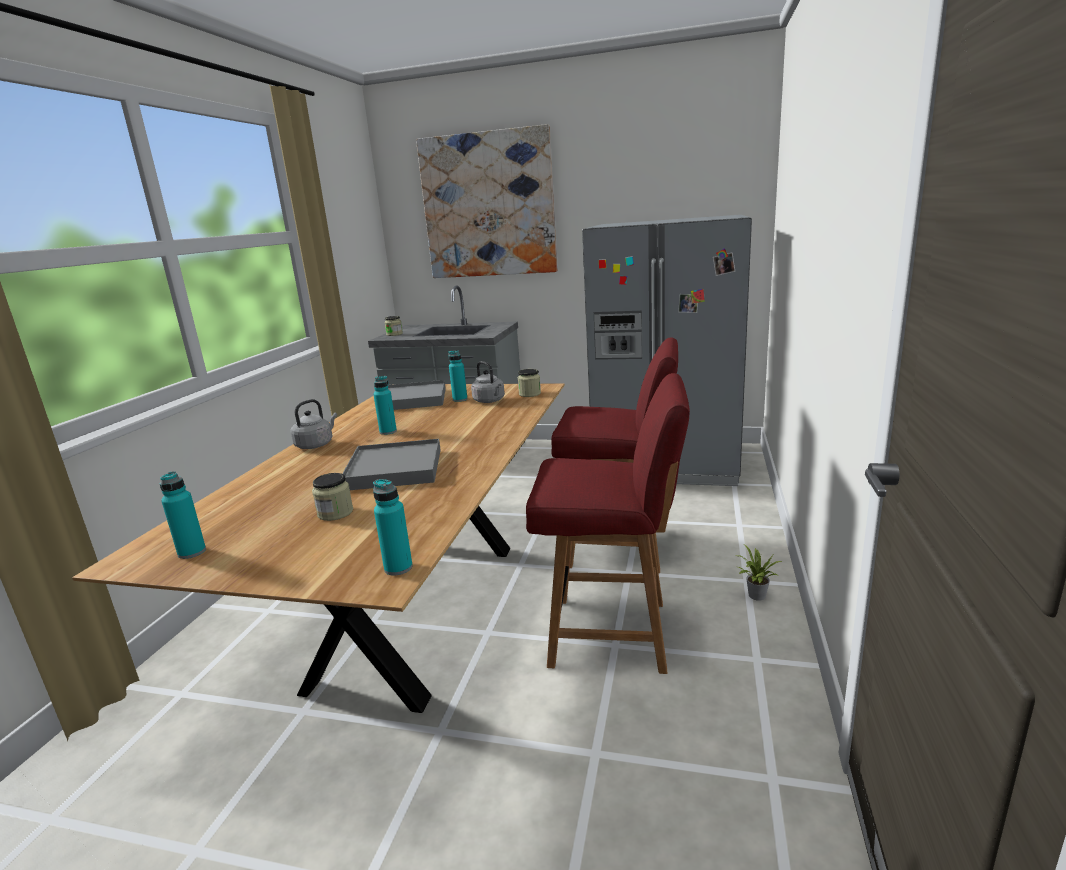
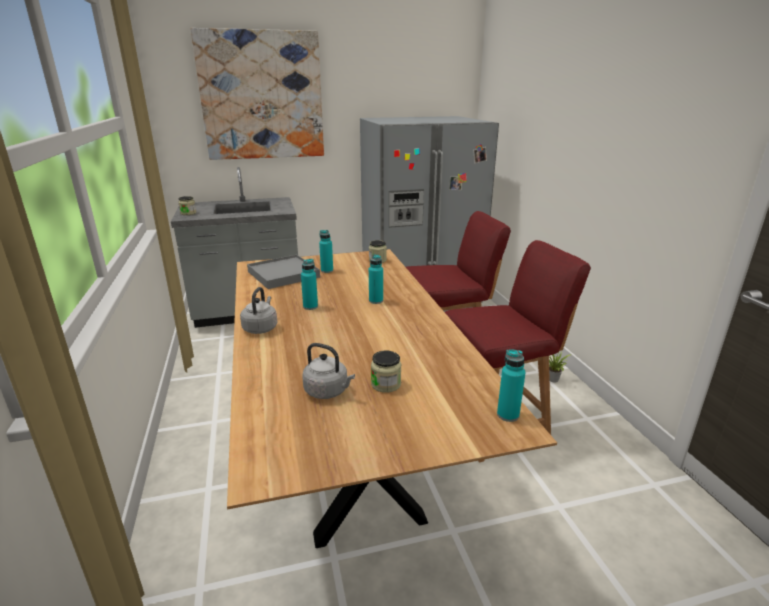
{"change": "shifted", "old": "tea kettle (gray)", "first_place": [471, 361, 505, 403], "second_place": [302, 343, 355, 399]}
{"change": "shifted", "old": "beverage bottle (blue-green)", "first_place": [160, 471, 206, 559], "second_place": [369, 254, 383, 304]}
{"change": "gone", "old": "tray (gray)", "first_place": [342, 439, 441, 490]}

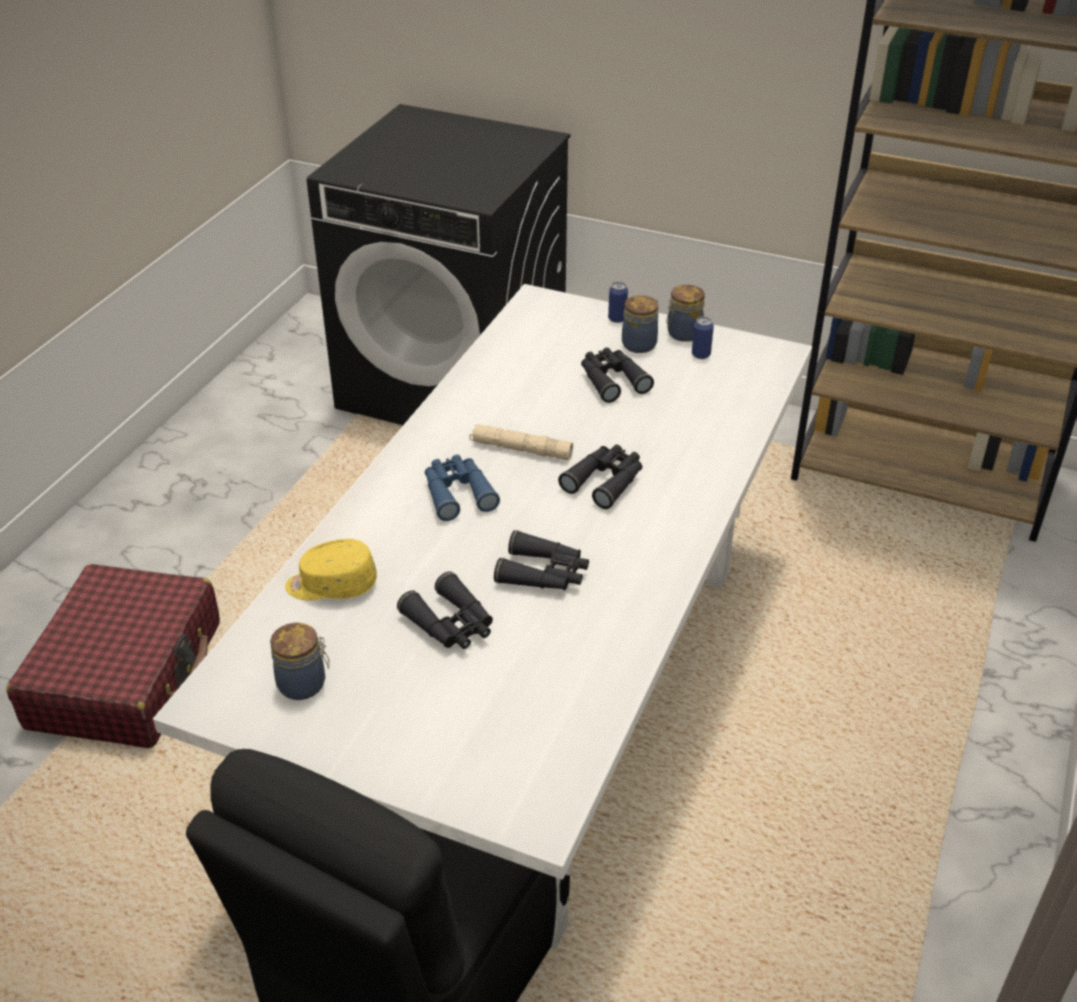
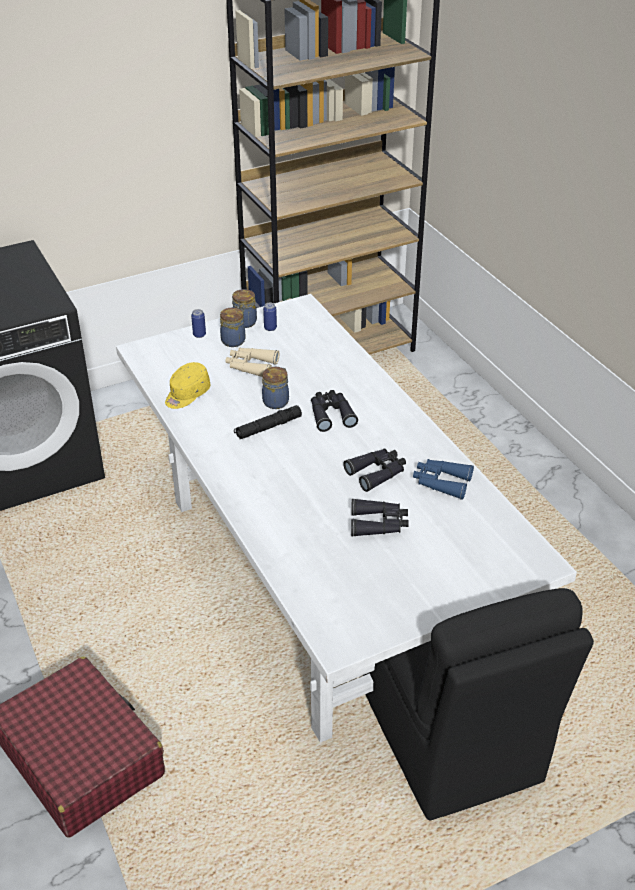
{"change": "shifted", "old": "cap (yellow-coloured)", "first_place": [285, 539, 377, 601], "second_place": [165, 362, 210, 409]}
{"change": "repainted", "old": "pair of binoculars (black-coloured)", "new": "pair of binoculars (sand-coloured)", "first_place": [581, 347, 654, 403], "second_place": [225, 347, 279, 377]}
{"change": "repainted", "old": "hand torch (sand-coloured)", "new": "hand torch (black-coloured)", "first_place": [469, 424, 573, 460], "second_place": [234, 405, 302, 439]}
{"change": "shifted", "old": "storage jar", "first_place": [270, 623, 330, 700], "second_place": [262, 367, 289, 409]}
{"change": "shifted", "old": "pair of binoculars (blue-coloured)", "first_place": [425, 455, 500, 521], "second_place": [413, 459, 474, 500]}

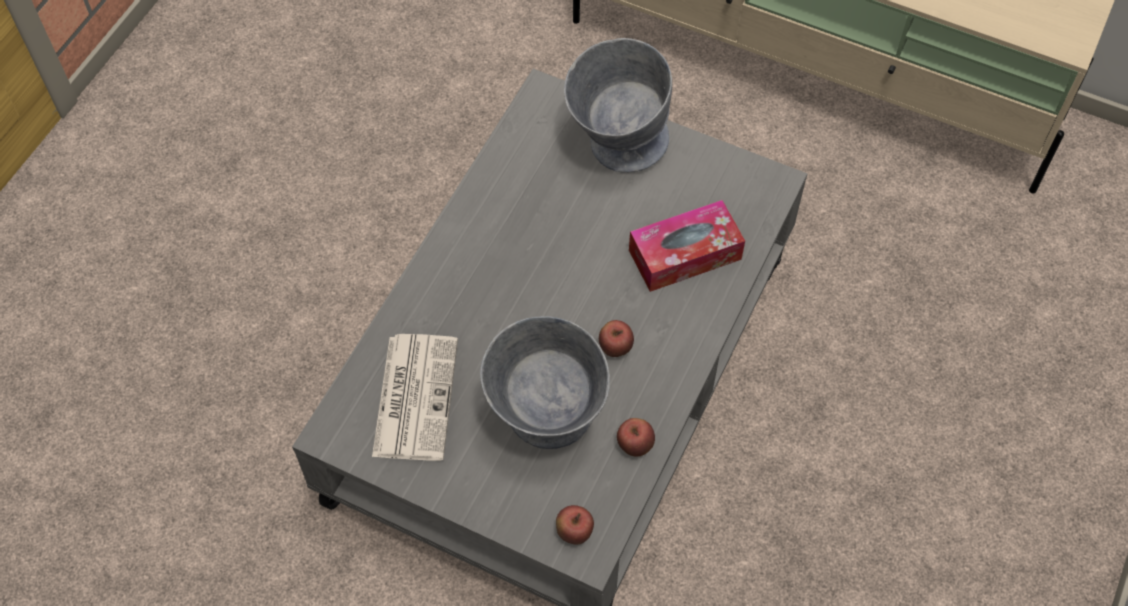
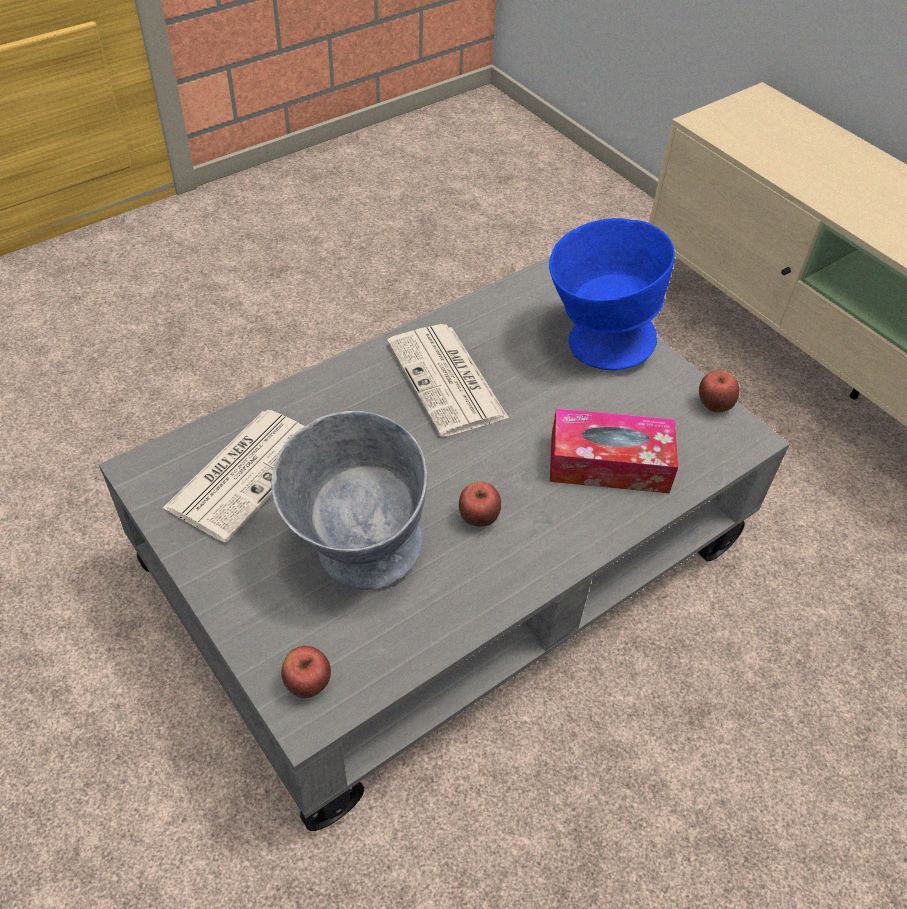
{"change": "new", "new": "printed paper", "second_place": [387, 324, 509, 437]}
{"change": "repainted", "old": "serving bowl (gray)", "new": "serving bowl (blue-coloured)", "first_place": [564, 38, 672, 173], "second_place": [549, 218, 675, 370]}
{"change": "shifted", "old": "apple fruit", "first_place": [617, 418, 655, 457], "second_place": [699, 370, 739, 413]}

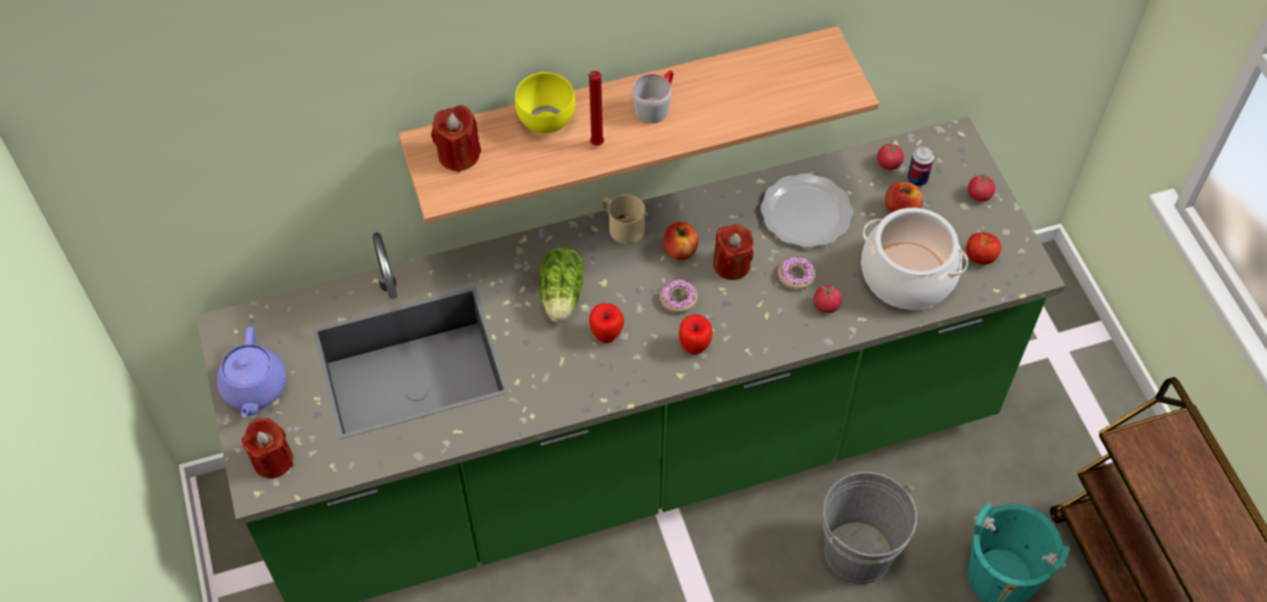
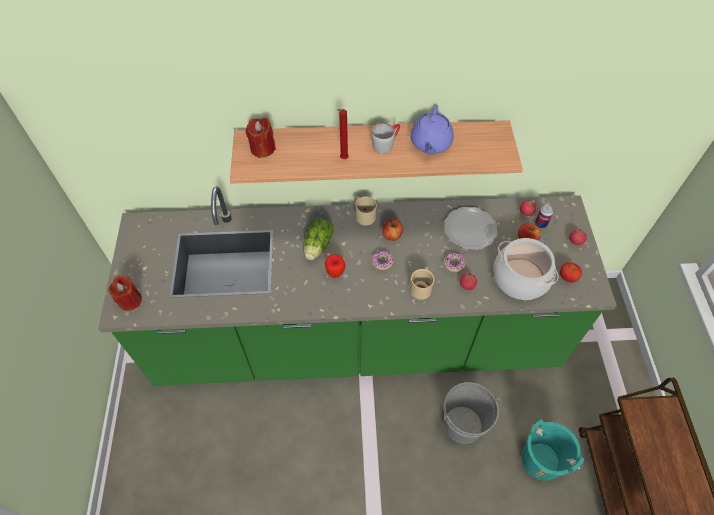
{"change": "new", "new": "coffee mug (sand-coloured)", "second_place": [410, 267, 434, 300]}
{"change": "shifted", "old": "tea pot (purple)", "first_place": [217, 327, 287, 417], "second_place": [411, 105, 454, 155]}
{"change": "gone", "old": "serving bowl (yellow-coloured)", "first_place": [515, 72, 575, 133]}
{"change": "gone", "old": "apple fruit", "first_place": [679, 314, 712, 355]}
{"change": "gone", "old": "wax light (red)", "first_place": [713, 224, 753, 280]}

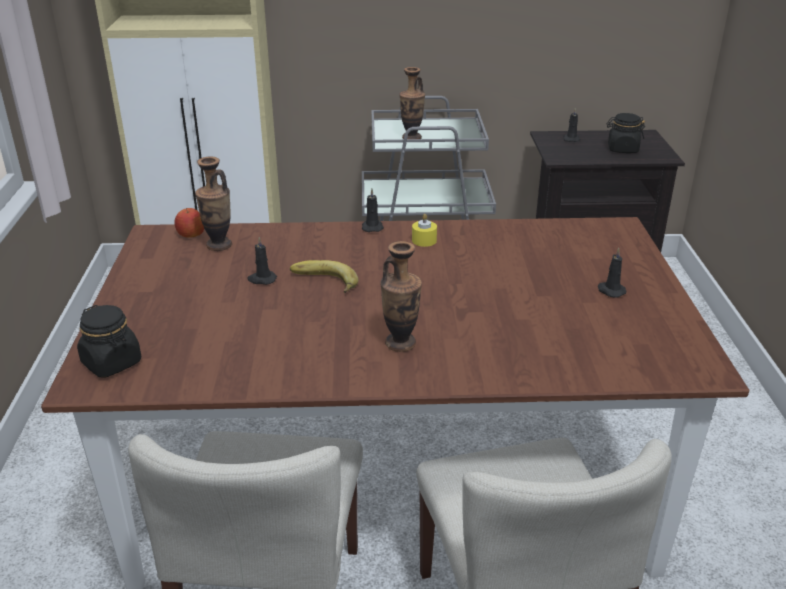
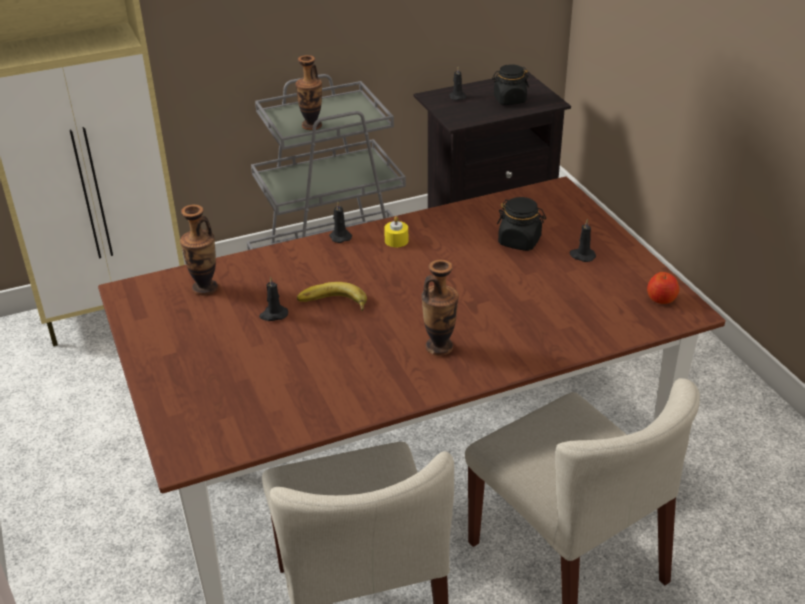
{"change": "shifted", "old": "storage jar (black-coloured)", "first_place": [77, 305, 141, 377], "second_place": [497, 197, 546, 251]}
{"change": "shifted", "old": "apple fruit", "first_place": [174, 208, 204, 238], "second_place": [647, 272, 679, 304]}

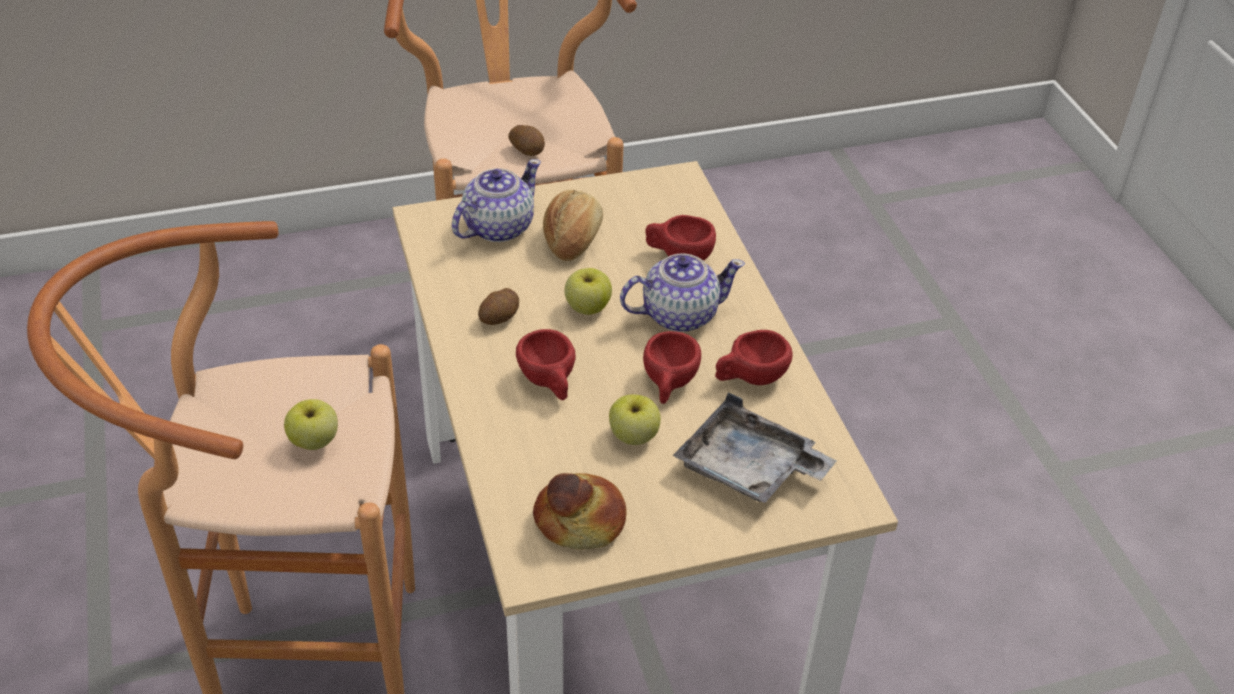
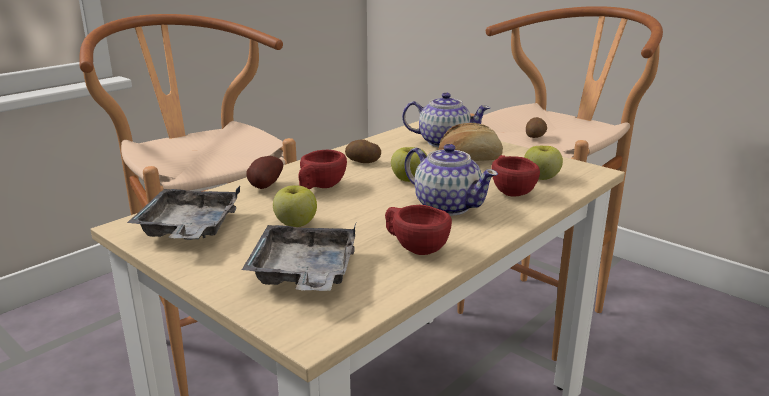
{"change": "swapped", "old": "bakery bread", "new": "tray (gray)", "first_place": [533, 473, 626, 550], "second_place": [127, 186, 240, 240]}
{"change": "new", "new": "spud", "second_place": [246, 156, 283, 189]}
{"change": "shifted", "old": "apple fruit", "first_place": [284, 399, 338, 450], "second_place": [524, 146, 563, 180]}
{"change": "gone", "old": "small cup (red)", "first_place": [643, 331, 701, 404]}

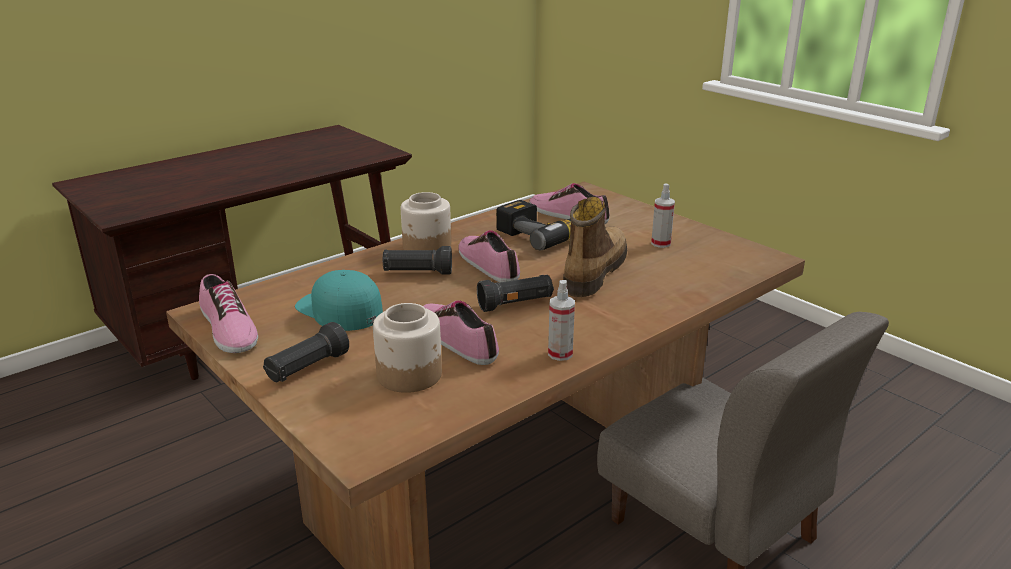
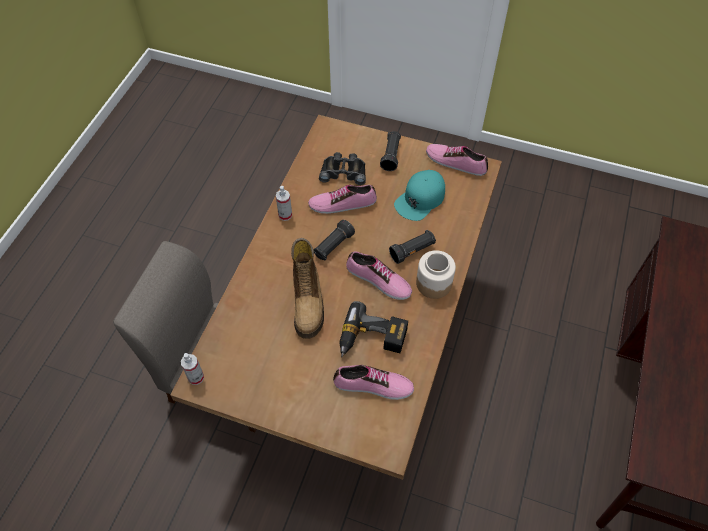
{"change": "shifted", "old": "spray bottle", "first_place": [651, 183, 675, 248], "second_place": [181, 353, 204, 385]}
{"change": "rotated", "old": "low shoe", "first_place": [423, 301, 499, 365], "second_place": [308, 185, 377, 214], "degrees": 150}
{"change": "swapped", "old": "storage jar", "new": "pair of binoculars (black-coloured)", "first_place": [373, 303, 442, 393], "second_place": [319, 152, 366, 185]}
{"change": "rotated", "old": "cap (blue-green)", "first_place": [295, 270, 383, 331], "second_place": [394, 170, 445, 221], "degrees": 120}

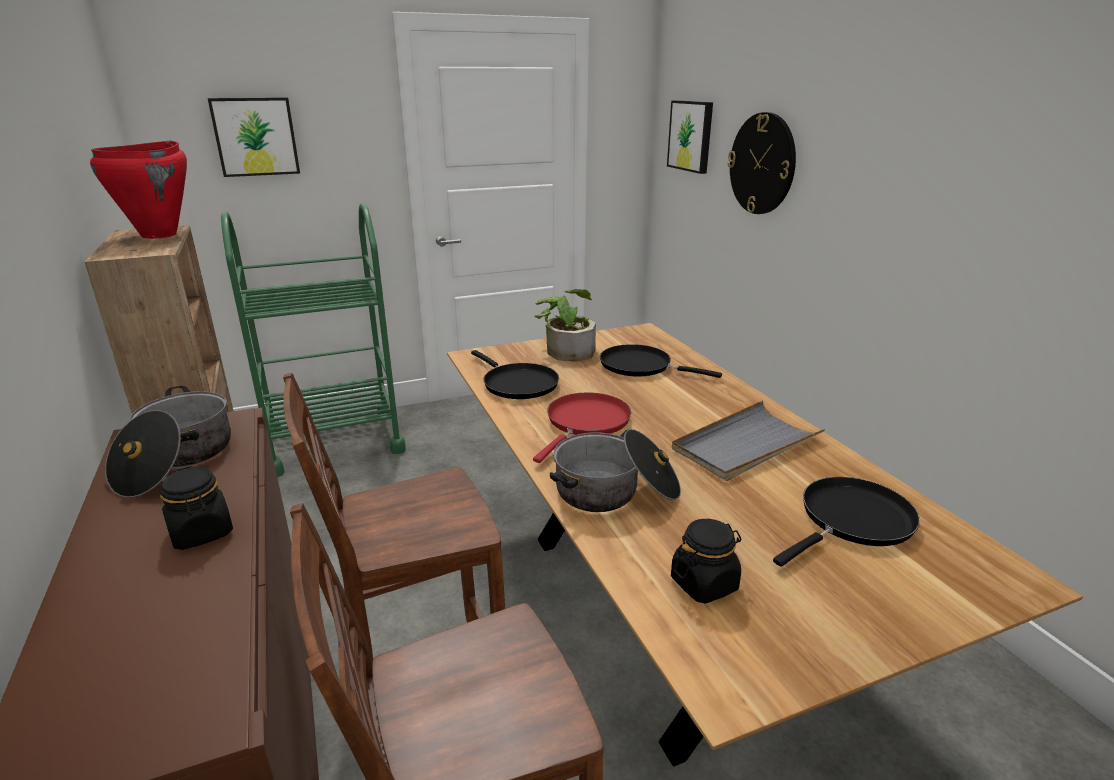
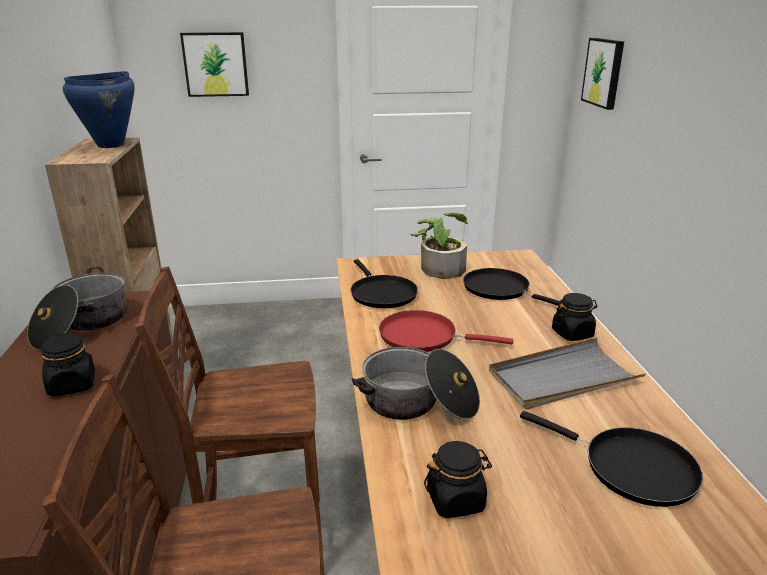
{"change": "repainted", "old": "cooking pot (red)", "new": "cooking pot (blue-coloured)", "first_place": [90, 141, 187, 239], "second_place": [63, 71, 135, 148]}
{"change": "rotated", "old": "frying pan (red)", "first_place": [533, 392, 631, 463], "second_place": [379, 310, 513, 352], "degrees": -120}
{"change": "rotated", "old": "frying pan (black-coloured)", "first_place": [773, 477, 920, 567], "second_place": [520, 411, 703, 507], "degrees": 60}
{"change": "new", "new": "storage jar (black-coloured)", "second_place": [552, 293, 597, 341]}
{"change": "gone", "old": "wheeled cart (greenish)", "first_place": [221, 203, 406, 477]}
{"change": "gone", "old": "wall clock", "first_place": [728, 112, 796, 214]}

